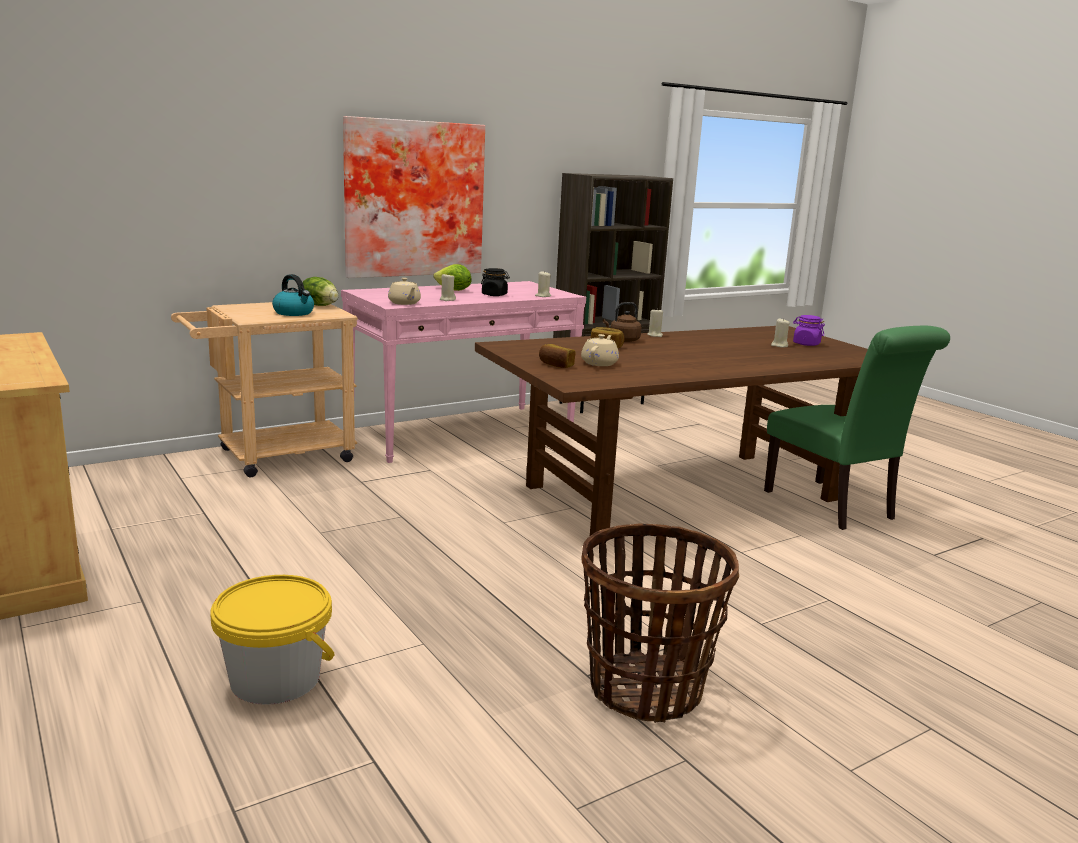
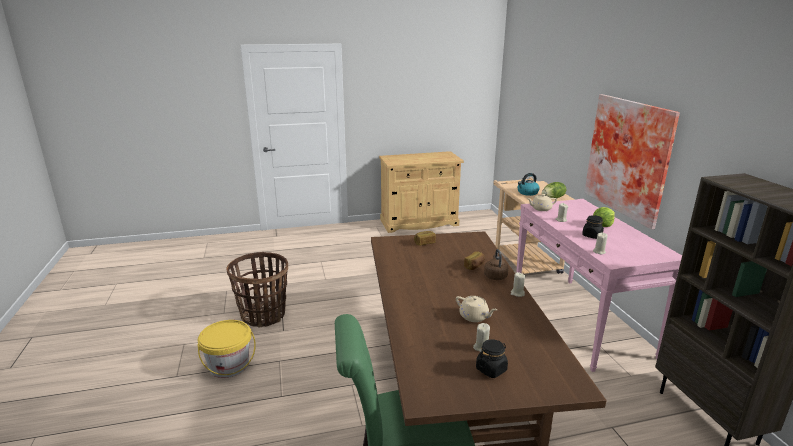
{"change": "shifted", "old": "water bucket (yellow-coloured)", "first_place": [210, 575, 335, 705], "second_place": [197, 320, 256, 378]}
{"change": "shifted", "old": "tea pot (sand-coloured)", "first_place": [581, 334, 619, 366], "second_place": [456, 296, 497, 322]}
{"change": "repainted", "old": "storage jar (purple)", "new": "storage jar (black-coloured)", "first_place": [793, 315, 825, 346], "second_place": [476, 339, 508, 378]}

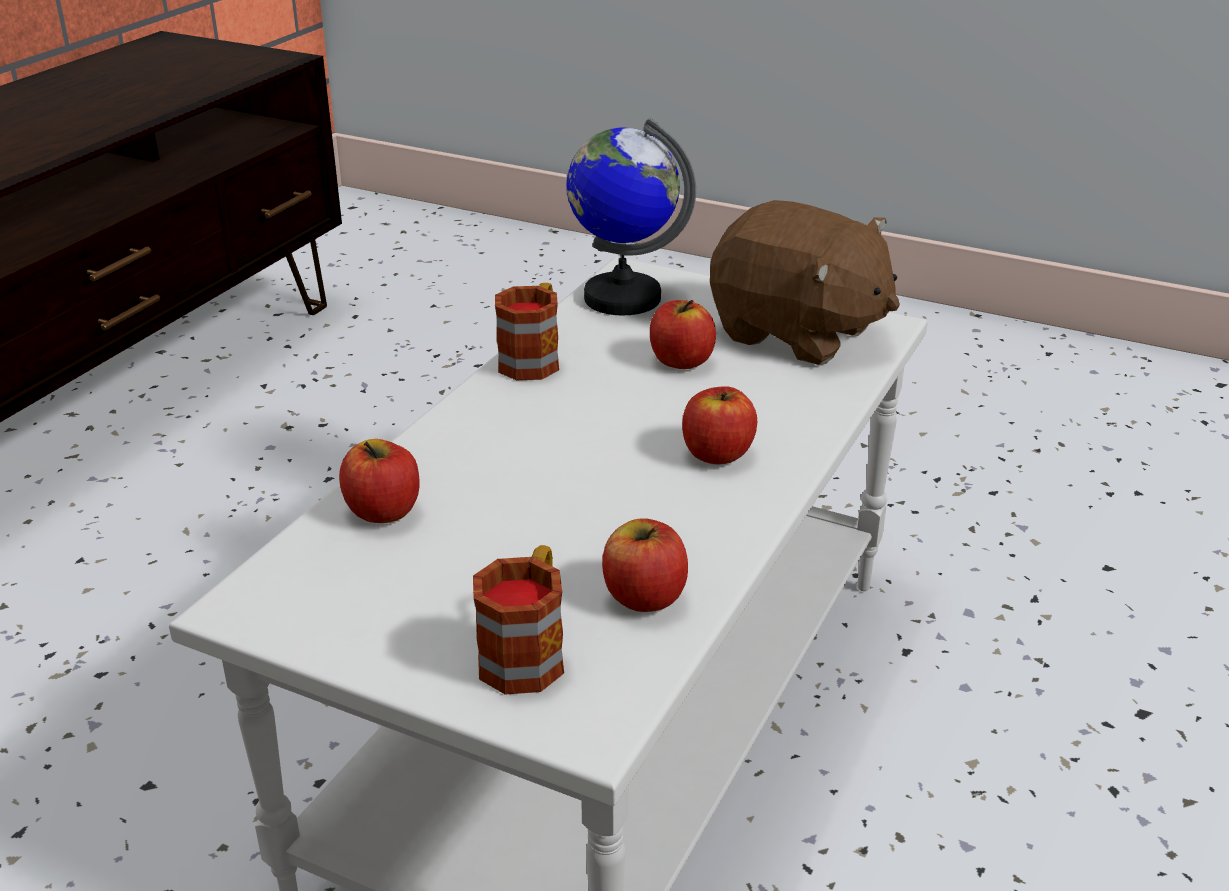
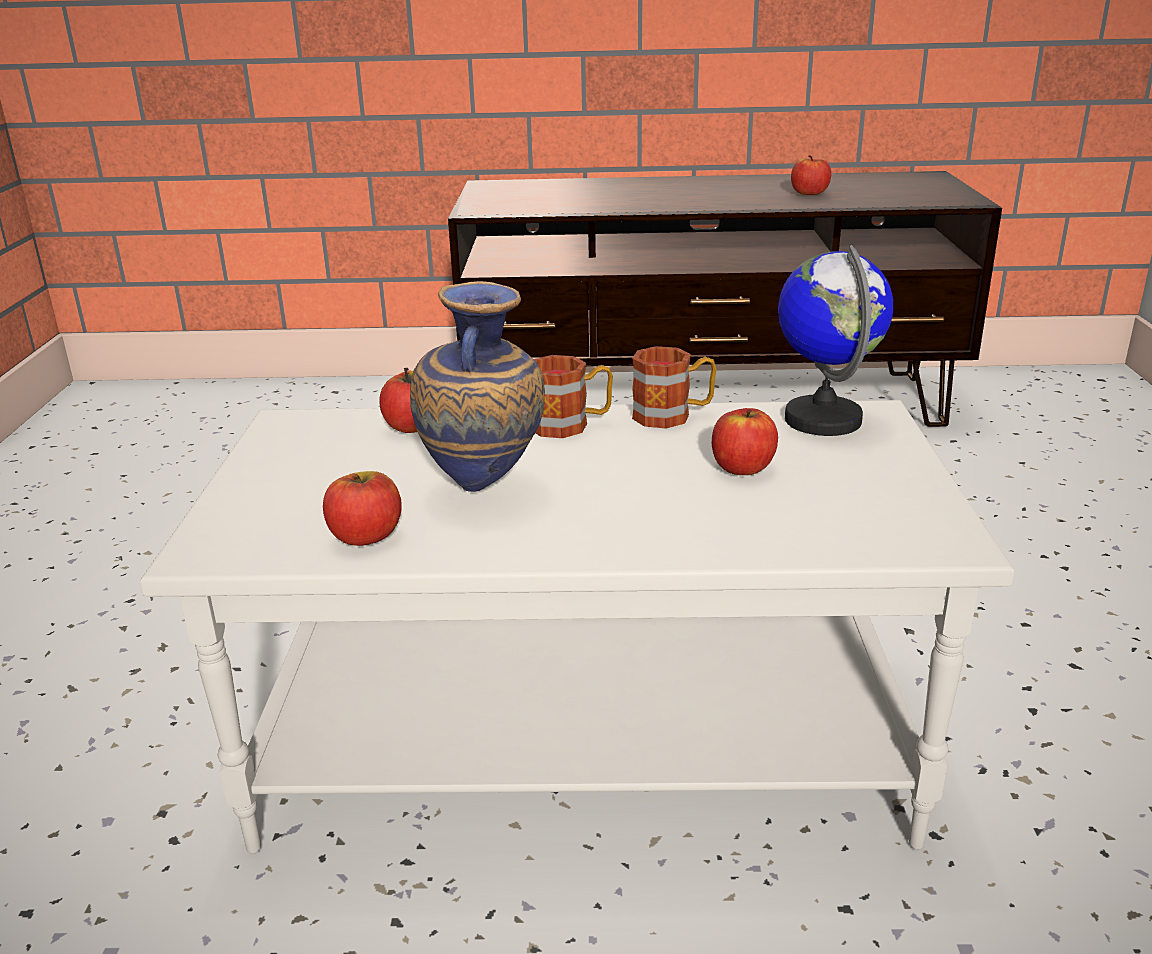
{"change": "new", "new": "flower vase", "second_place": [410, 281, 545, 492]}
{"change": "shifted", "old": "coffee mug", "first_place": [473, 545, 564, 695], "second_place": [534, 355, 613, 438]}
{"change": "shifted", "old": "apple fruit", "first_place": [682, 386, 757, 464], "second_place": [791, 155, 831, 195]}
{"change": "gone", "old": "soft toy (brown-coloured)", "first_place": [710, 200, 900, 365]}

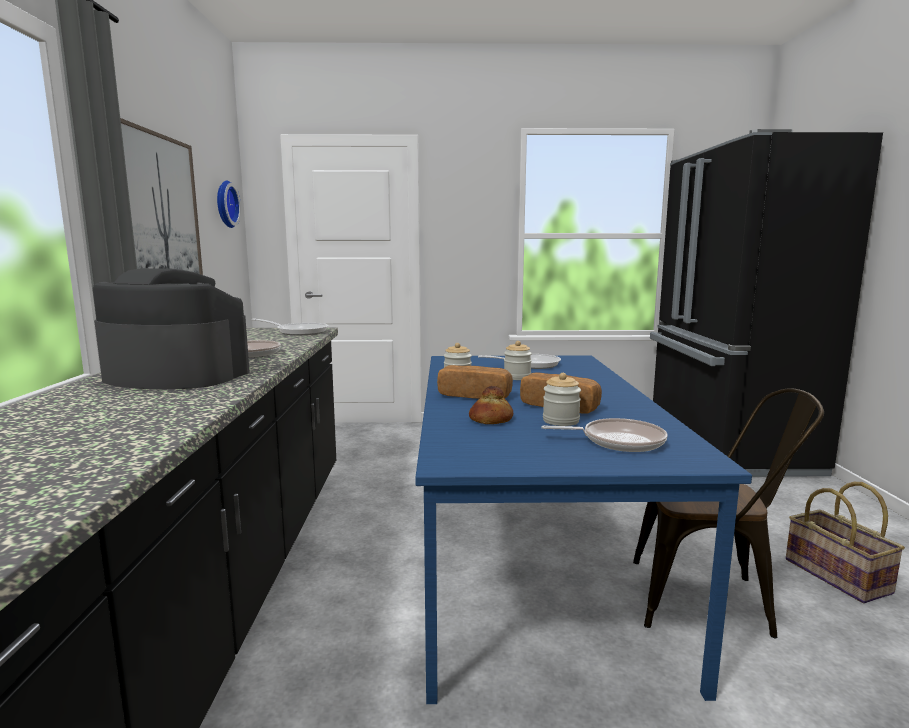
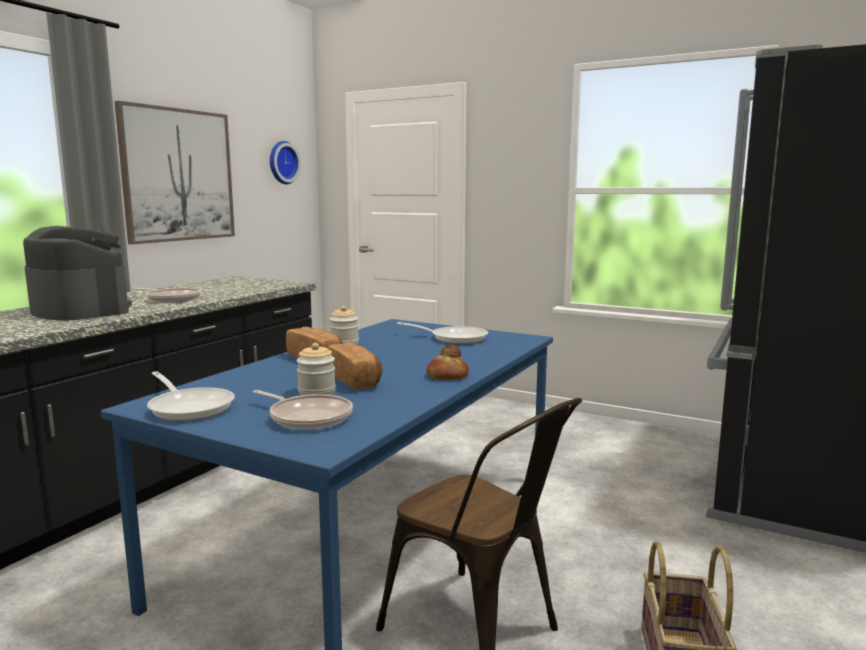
{"change": "shifted", "old": "frying pan", "first_place": [252, 318, 329, 335], "second_place": [147, 371, 235, 421]}
{"change": "shifted", "old": "bakery bread", "first_place": [469, 386, 513, 424], "second_place": [426, 345, 469, 380]}
{"change": "gone", "old": "storage jar", "first_place": [504, 341, 532, 380]}

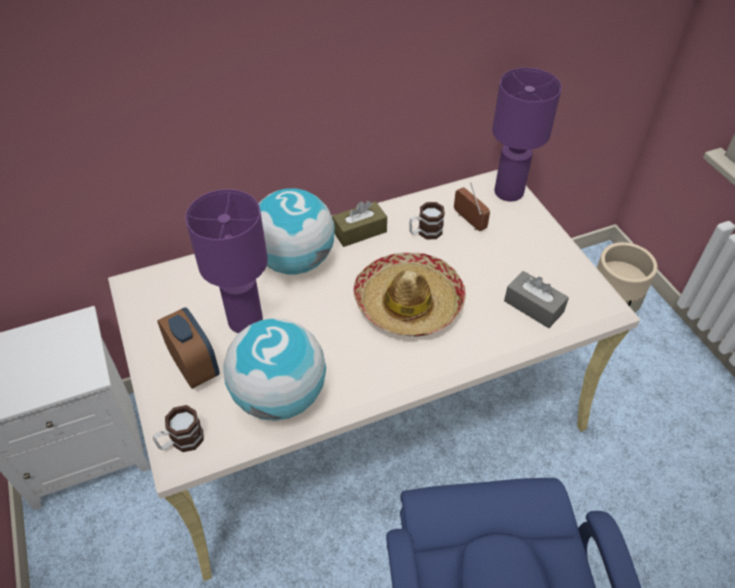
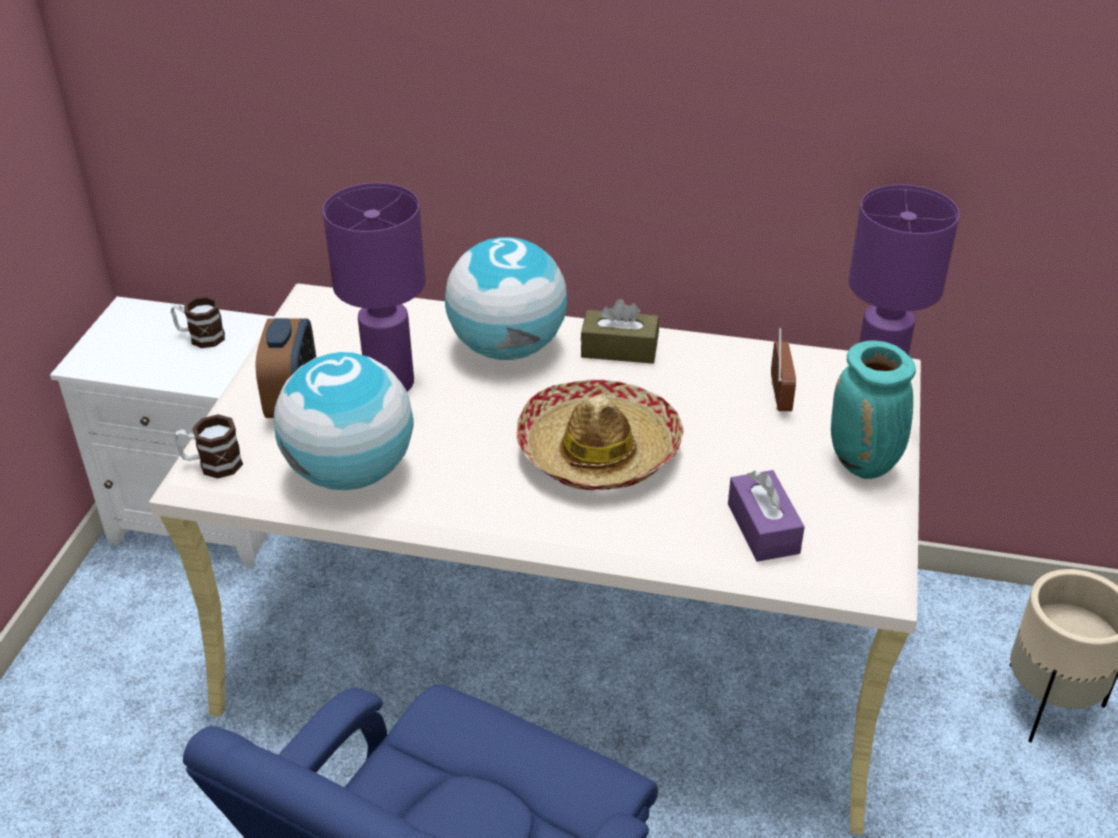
{"change": "shifted", "old": "coffee mug", "first_place": [409, 202, 445, 239], "second_place": [171, 296, 225, 348]}
{"change": "repainted", "old": "tissue box (gray)", "new": "tissue box (purple)", "first_place": [504, 271, 569, 328], "second_place": [728, 470, 805, 562]}
{"change": "new", "new": "flower vase (blue-green)", "second_place": [831, 340, 916, 479]}

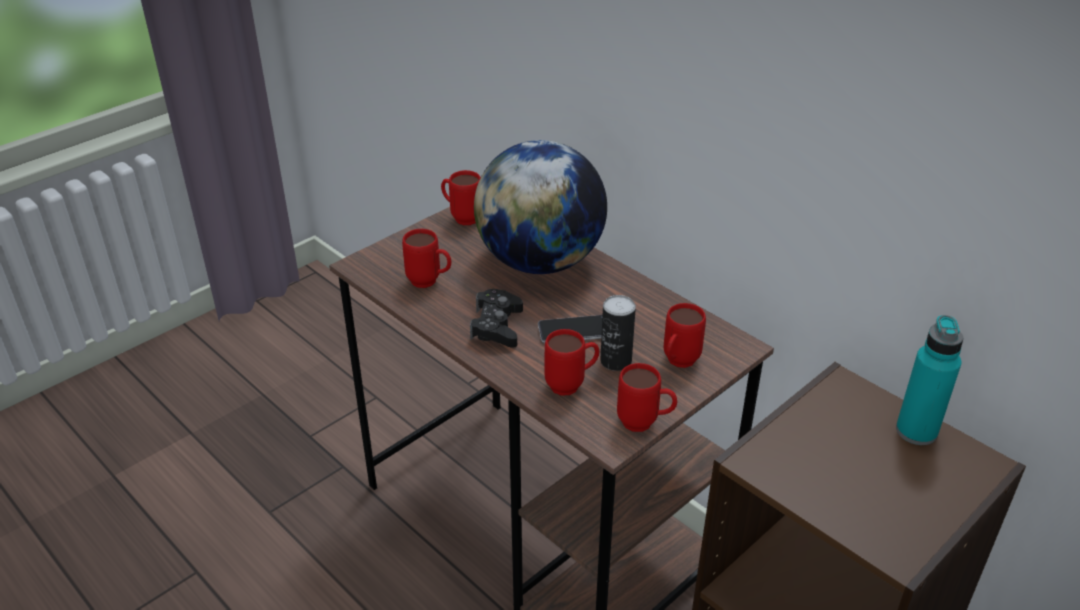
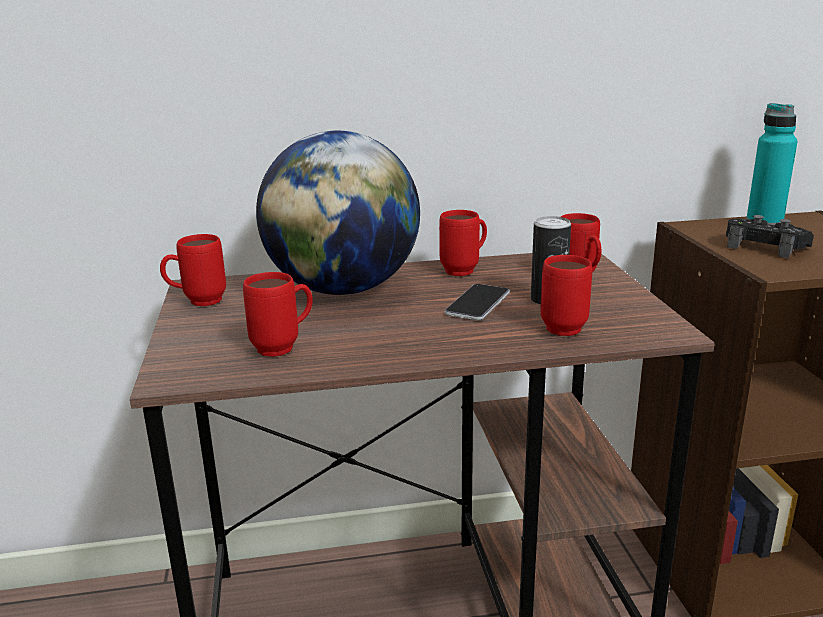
{"change": "shifted", "old": "coffee mug (red)", "first_place": [617, 363, 677, 432], "second_place": [439, 210, 487, 276]}
{"change": "shifted", "old": "game controller (black-coloured)", "first_place": [470, 289, 523, 348], "second_place": [726, 215, 814, 258]}

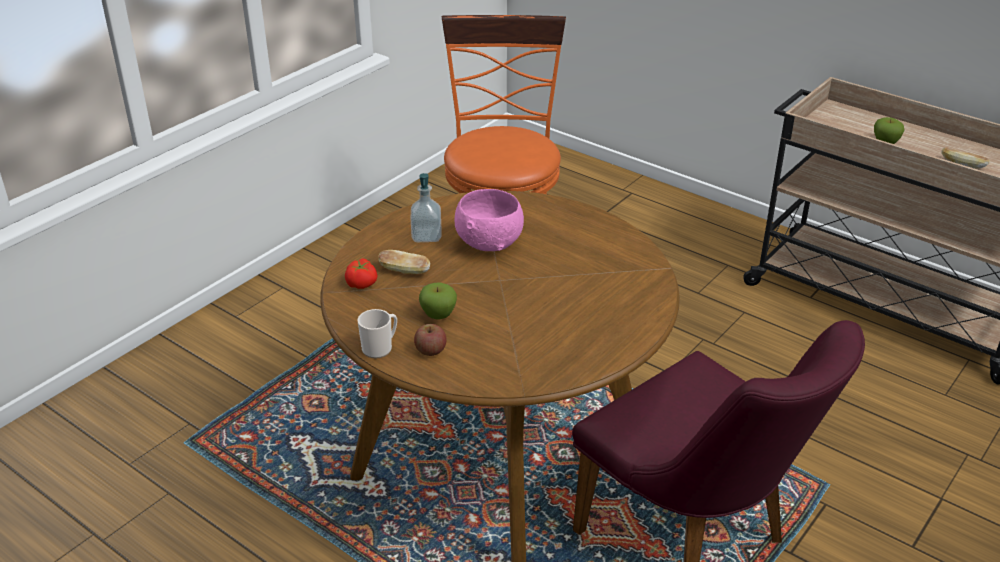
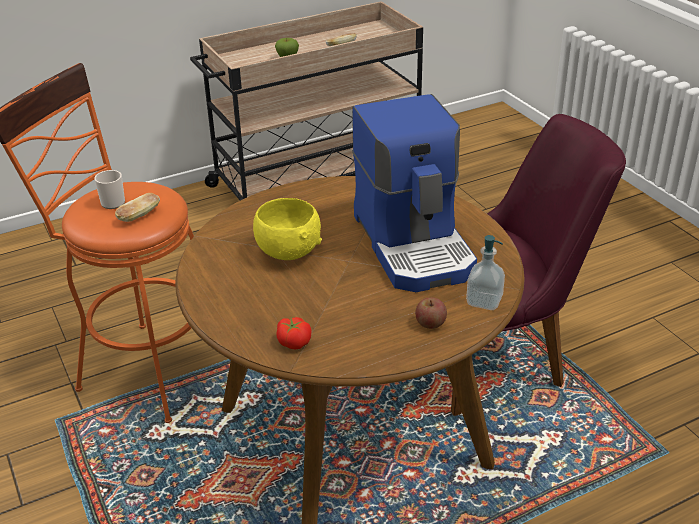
{"change": "shifted", "old": "coffee mug", "first_place": [358, 309, 397, 358], "second_place": [94, 170, 125, 209]}
{"change": "shifted", "old": "bakery bread", "first_place": [378, 250, 430, 274], "second_place": [115, 193, 160, 222]}
{"change": "repainted", "old": "serving bowl (pinkish)", "new": "serving bowl (yellow-coloured)", "first_place": [455, 189, 524, 251], "second_place": [253, 198, 322, 260]}
{"change": "new", "new": "coffee machine", "second_place": [352, 94, 477, 292]}
{"change": "shifted", "old": "liquid soap bottle", "first_place": [411, 173, 442, 242], "second_place": [466, 235, 505, 310]}
{"change": "gone", "old": "apple fruit", "first_place": [419, 283, 457, 320]}

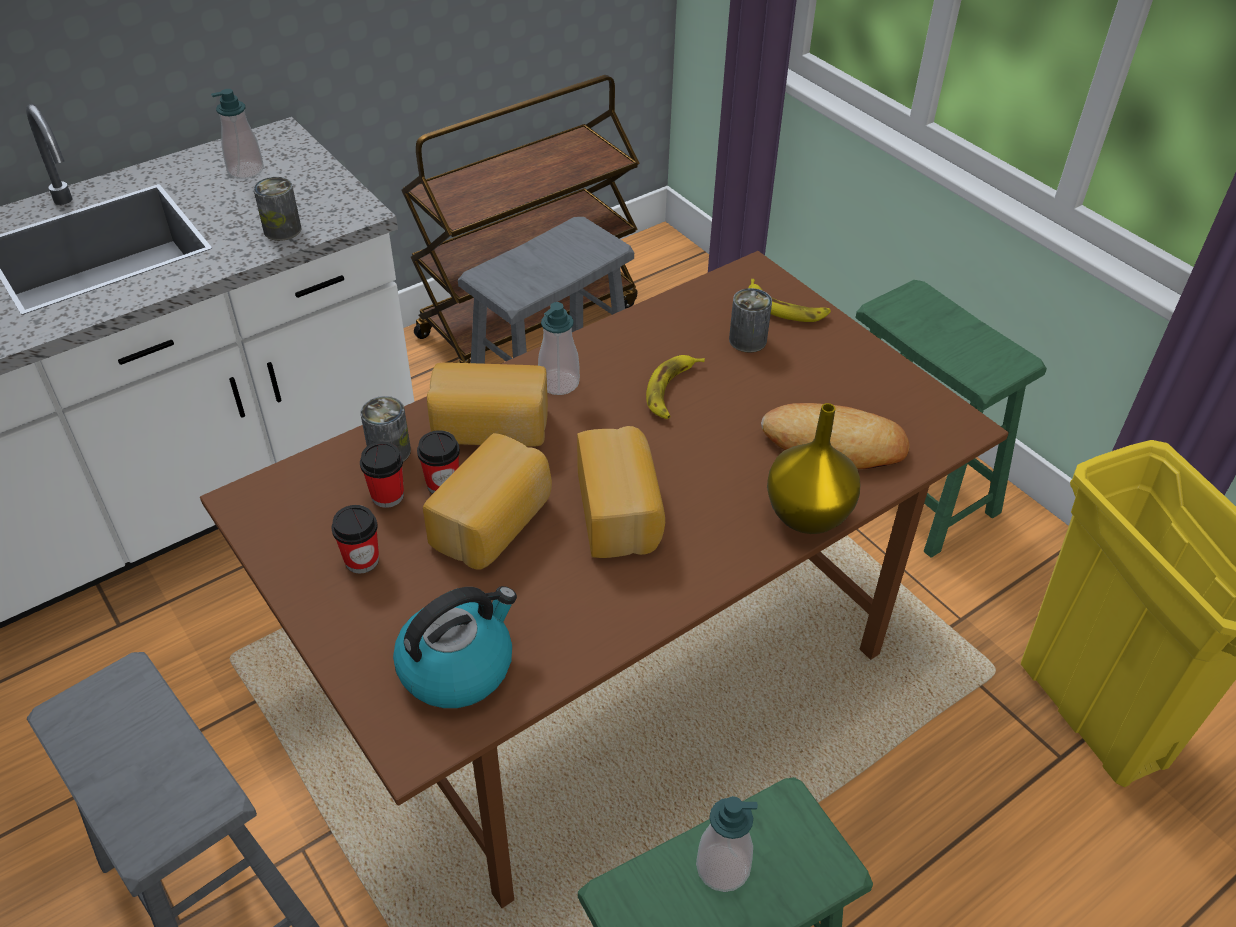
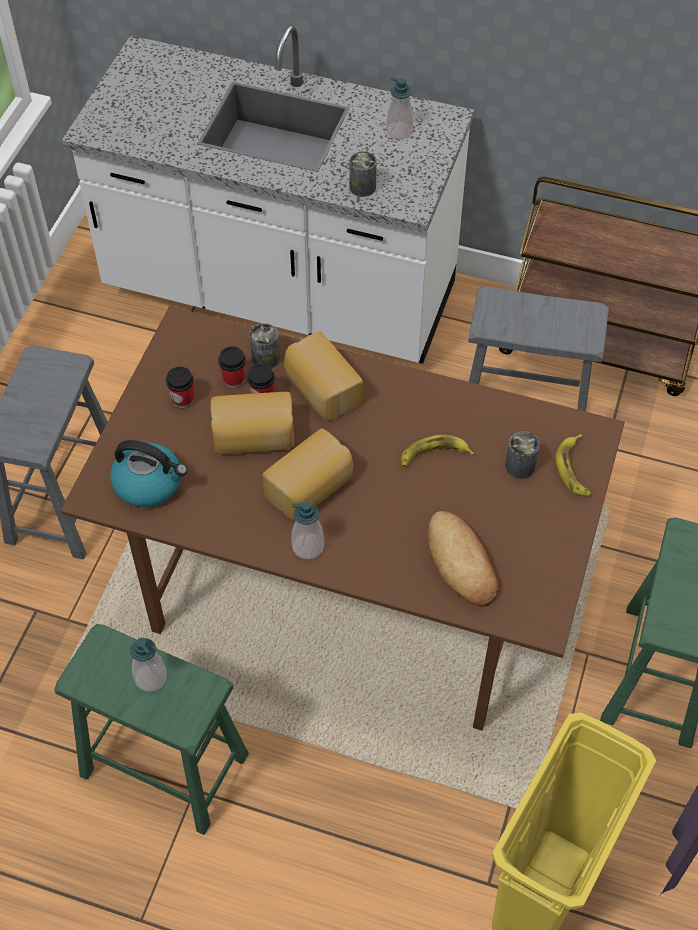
{"change": "shifted", "old": "liquid soap bottle", "first_place": [538, 302, 580, 395], "second_place": [291, 501, 324, 559]}
{"change": "gone", "old": "flower vase (yellow-coloured)", "first_place": [767, 403, 860, 534]}

